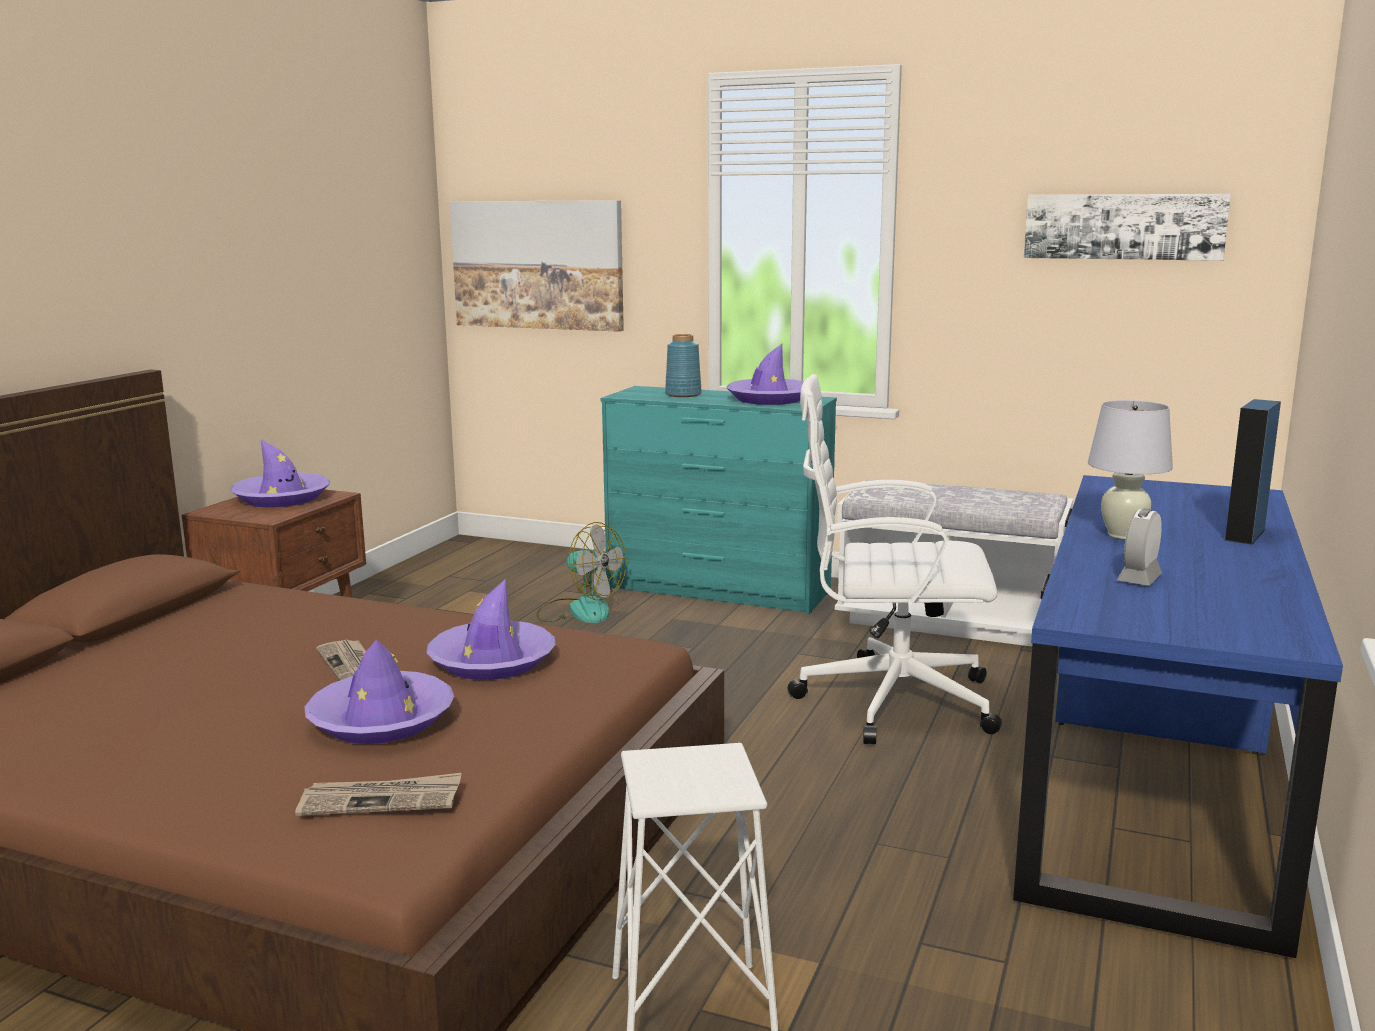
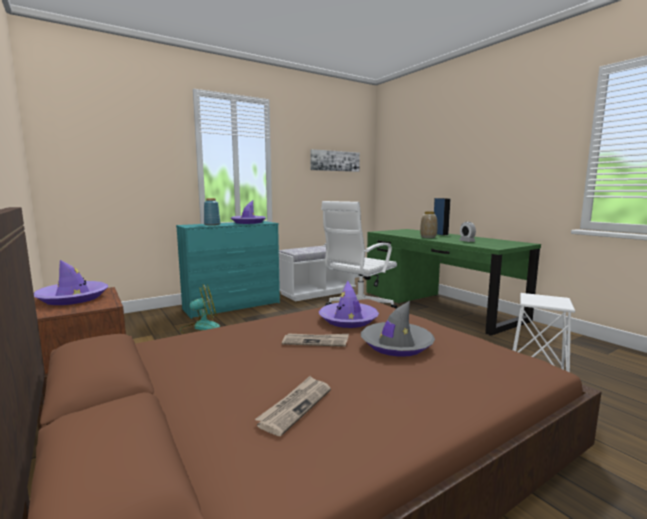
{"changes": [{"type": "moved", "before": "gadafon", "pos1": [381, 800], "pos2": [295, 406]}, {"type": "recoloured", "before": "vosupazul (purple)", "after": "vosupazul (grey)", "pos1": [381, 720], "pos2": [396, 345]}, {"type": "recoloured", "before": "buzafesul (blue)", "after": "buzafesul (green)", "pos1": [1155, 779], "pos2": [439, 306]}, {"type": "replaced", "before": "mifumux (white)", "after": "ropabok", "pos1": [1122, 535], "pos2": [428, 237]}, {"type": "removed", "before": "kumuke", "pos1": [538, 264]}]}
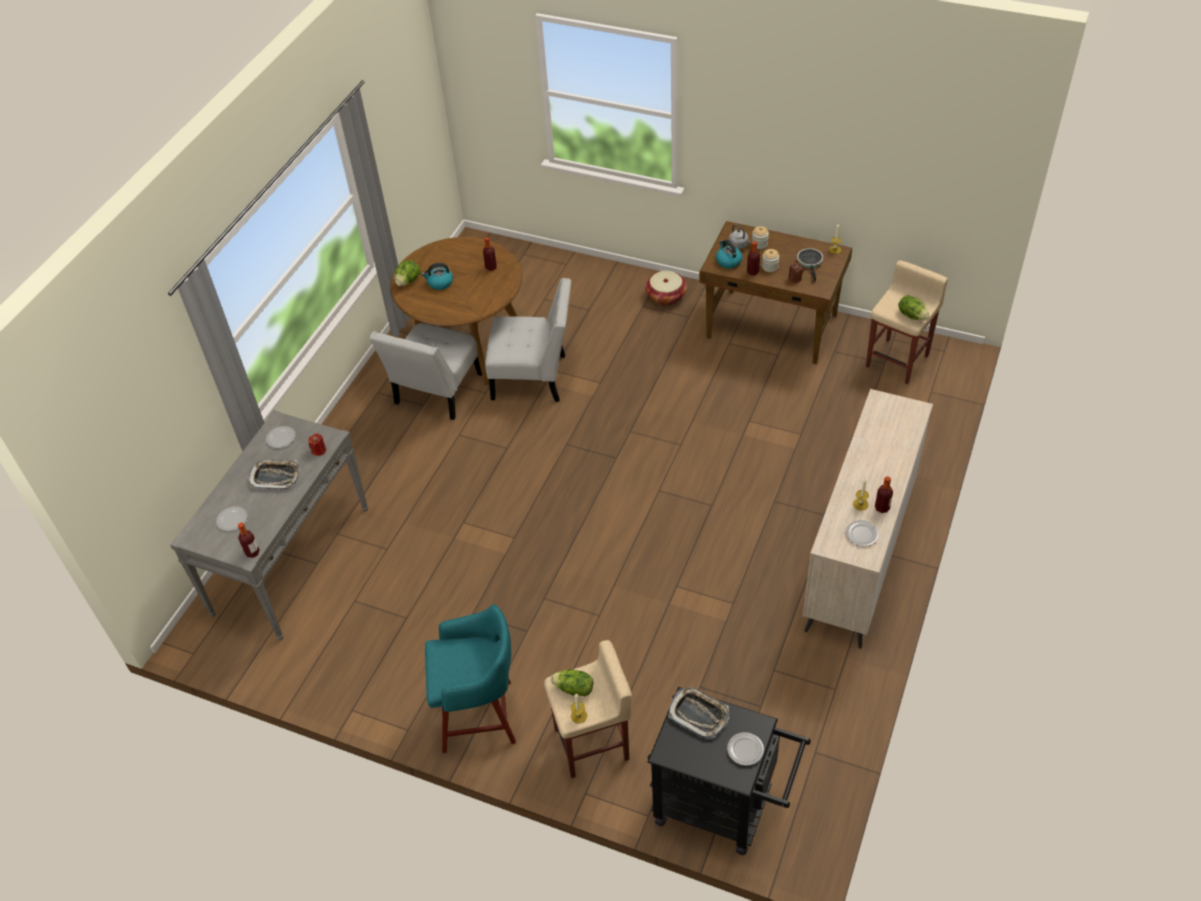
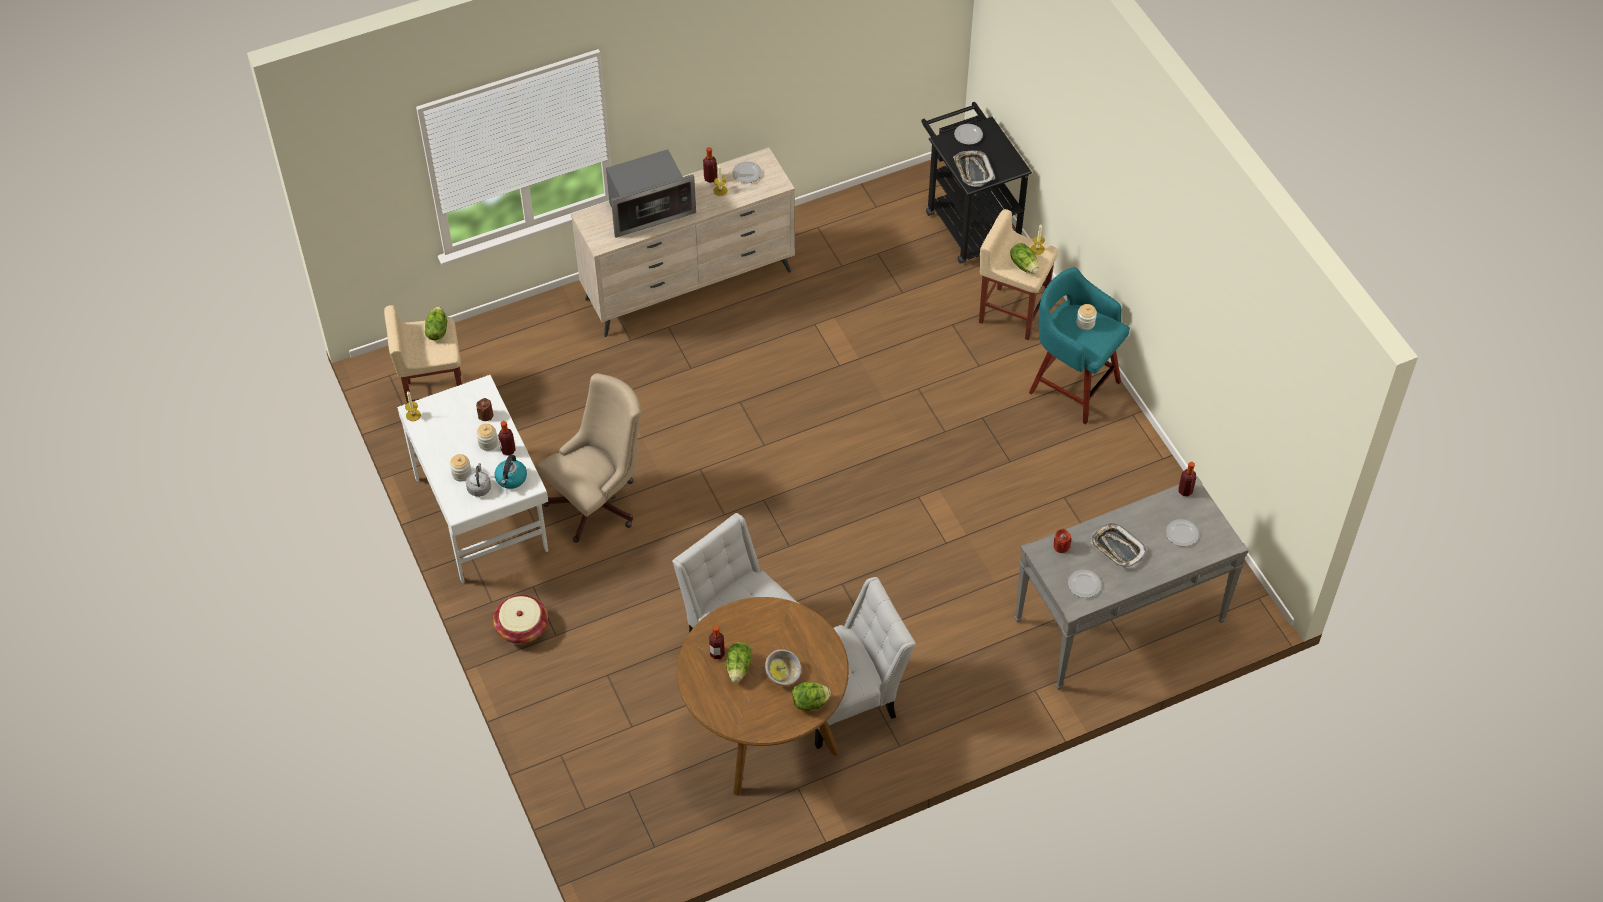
{"changes": [{"type": "recoloured", "before": "buzafesul (brown)", "after": "buzafesul (white)", "pos1": [772, 327], "pos2": [482, 513]}, {"type": "added", "after": "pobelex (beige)", "pos2": [599, 501]}, {"type": "added", "after": "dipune", "pos2": [648, 210]}, {"type": "added", "after": "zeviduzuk", "pos2": [739, 667]}, {"type": "replaced", "before": "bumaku", "after": "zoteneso", "pos1": [440, 283], "pos2": [783, 674]}, {"type": "added", "after": "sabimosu", "pos2": [1085, 323]}, {"type": "removed", "before": "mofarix", "pos1": [810, 263]}]}
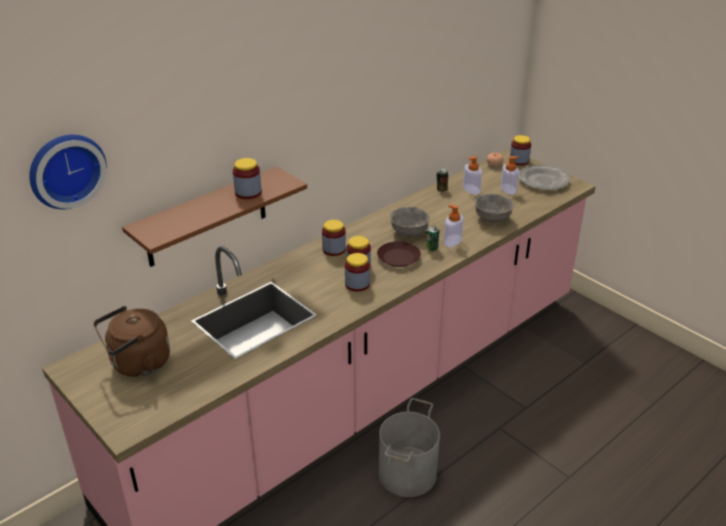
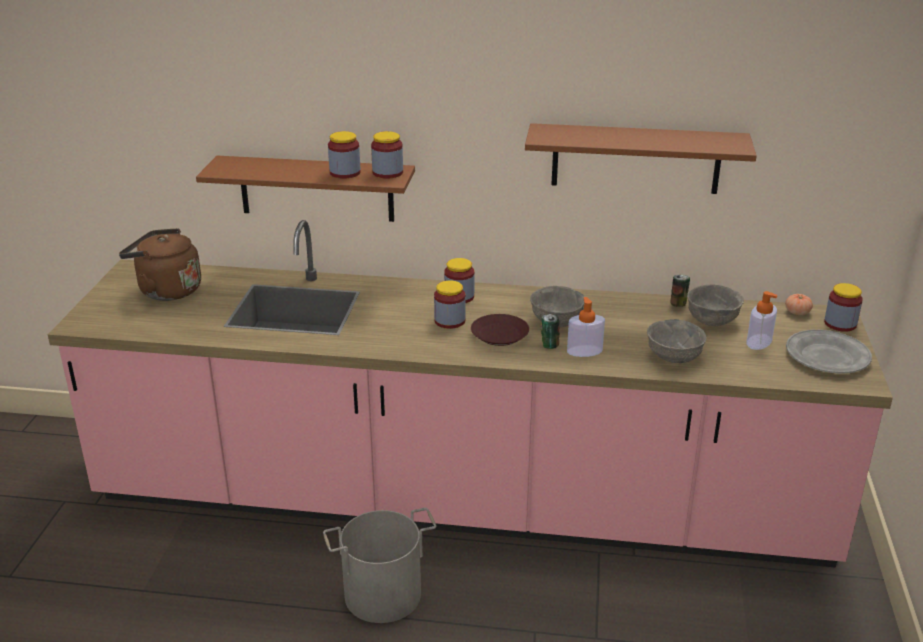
{"changes": [{"type": "moved", "before": "sabimosu", "pos1": [357, 284], "pos2": [387, 173]}, {"type": "added", "after": "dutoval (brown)", "pos2": [635, 158]}, {"type": "replaced", "before": "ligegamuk", "after": "zoteneso (grey)", "pos1": [471, 189], "pos2": [713, 320]}, {"type": "removed", "before": "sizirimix", "pos1": [65, 169]}]}
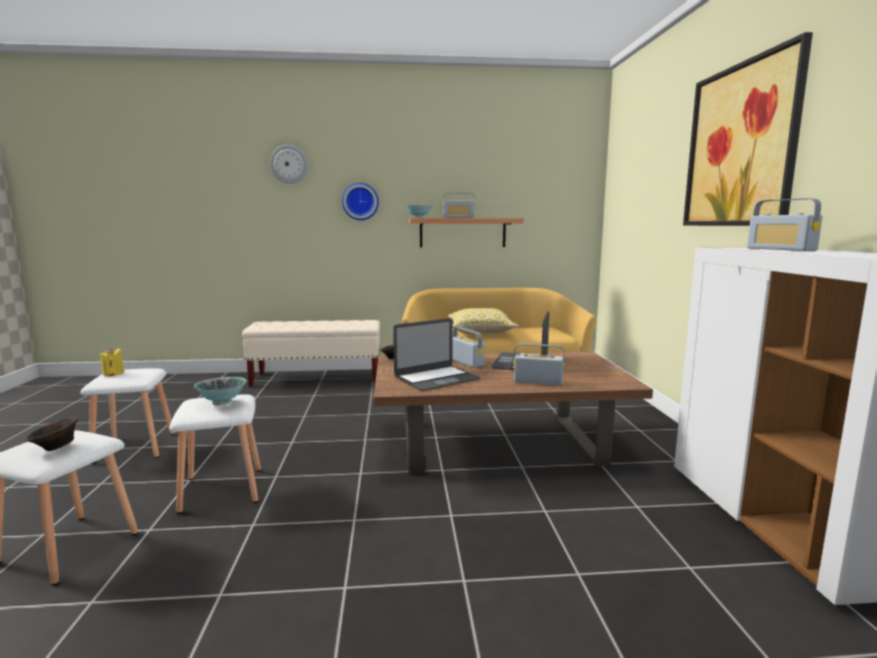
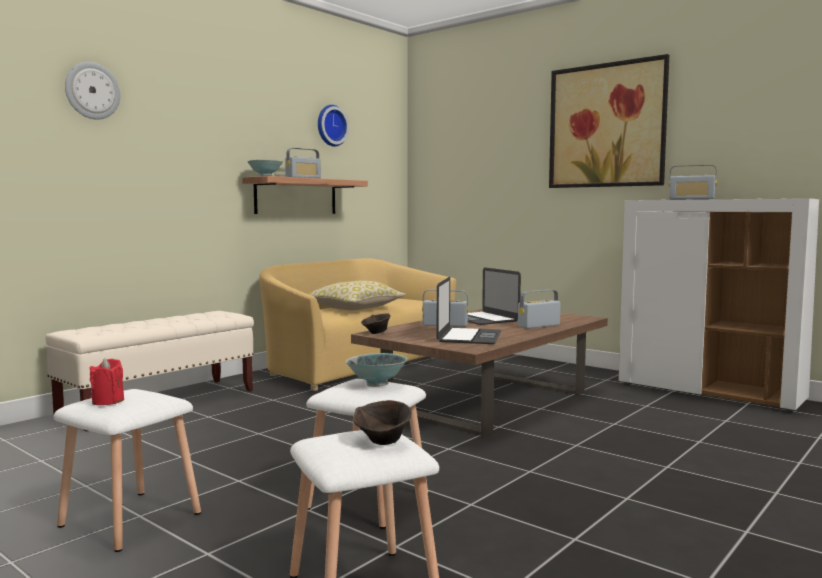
{"changes": [{"type": "recoloured", "before": "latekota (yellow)", "after": "latekota (red)", "pos1": [113, 373], "pos2": [108, 401]}, {"type": "moved", "before": "sizirimix", "pos1": [360, 201], "pos2": [330, 126]}]}
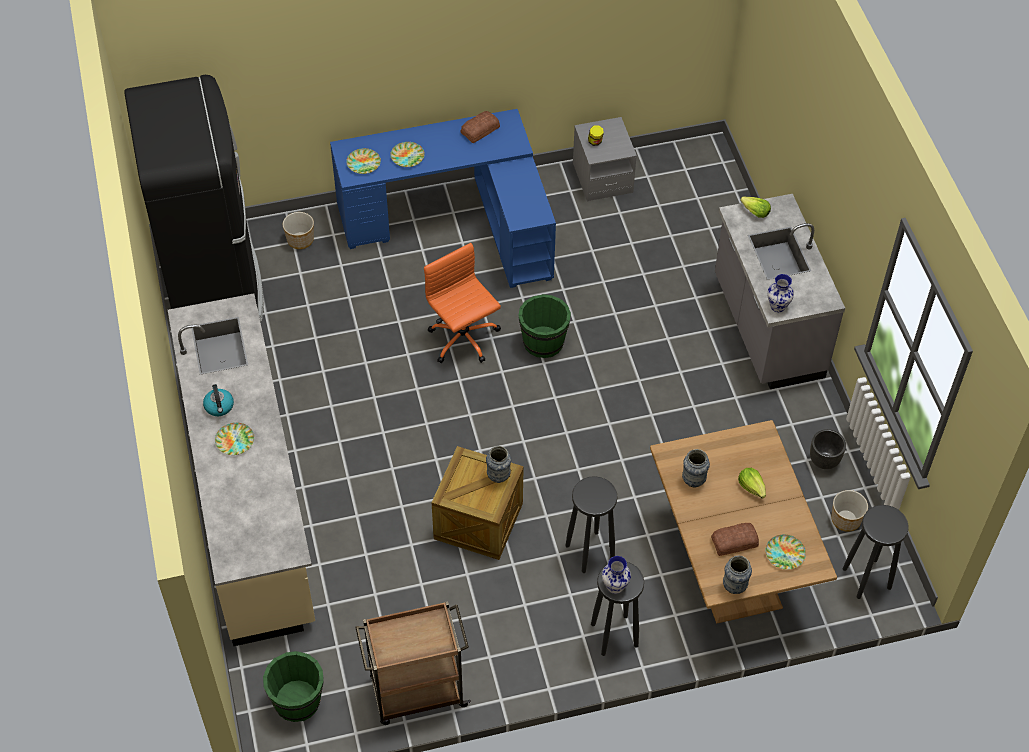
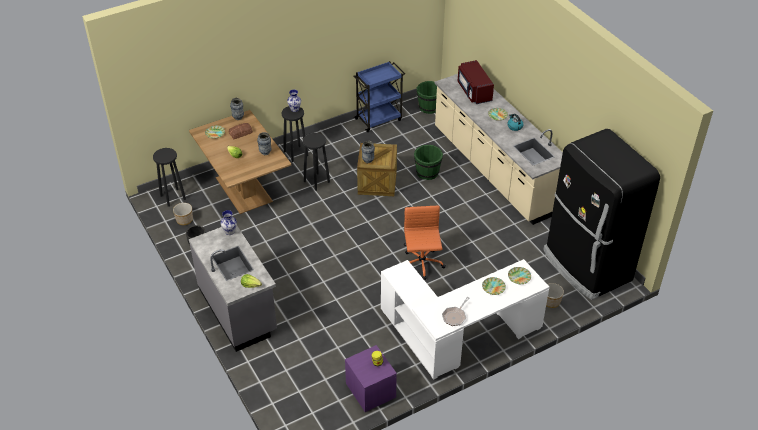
{"changes": [{"type": "recoloured", "before": "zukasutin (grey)", "after": "zukasutin (purple)", "pos1": [602, 178], "pos2": [370, 391]}, {"type": "recoloured", "before": "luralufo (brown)", "after": "luralufo (blue)", "pos1": [416, 692], "pos2": [379, 119]}, {"type": "recoloured", "before": "buzafesul (blue)", "after": "buzafesul (white)", "pos1": [457, 222], "pos2": [458, 335]}, {"type": "turned", "before": "pobelex (orange)", "pos1": [464, 340], "pos2": [421, 265], "turn": -135}, {"type": "moved", "before": "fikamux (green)", "pos1": [543, 342], "pos2": [427, 173]}, {"type": "replaced", "before": "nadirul", "after": "mofarix", "pos1": [479, 130], "pos2": [455, 316]}, {"type": "added", "after": "dipune (red)", "pos2": [474, 91]}]}
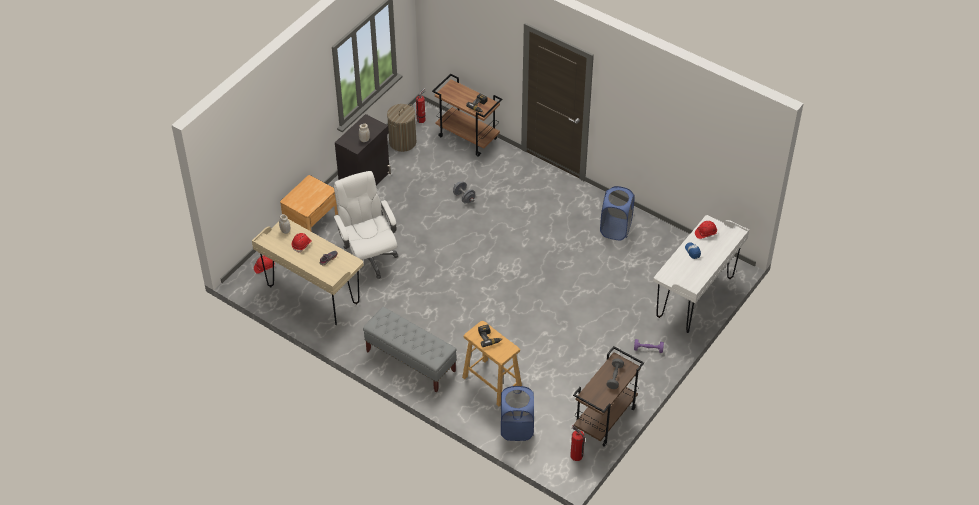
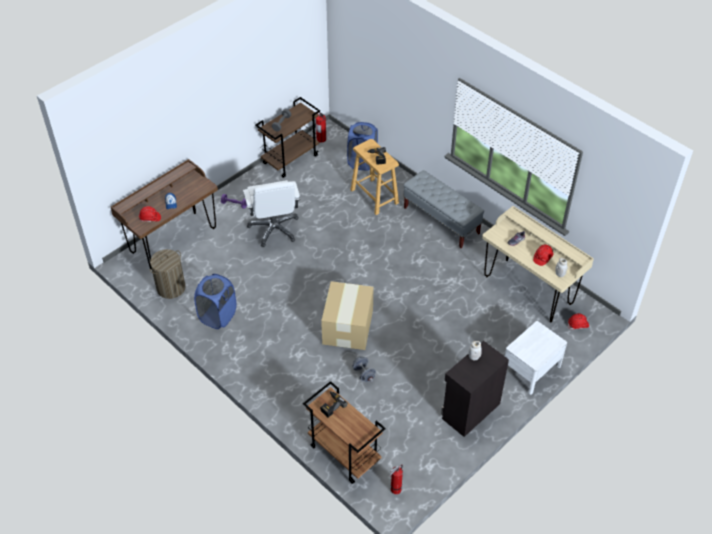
{"changes": [{"type": "recoloured", "before": "buzafesul (white)", "after": "buzafesul (brown)", "pos1": [695, 298], "pos2": [173, 240]}, {"type": "moved", "before": "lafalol", "pos1": [402, 142], "pos2": [171, 288]}, {"type": "moved", "before": "pobelex (white)", "pos1": [368, 257], "pos2": [274, 229]}, {"type": "added", "after": "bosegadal", "pos2": [347, 327]}, {"type": "recoloured", "before": "zukasutin (brown)", "after": "zukasutin (white)", "pos1": [311, 221], "pos2": [531, 369]}]}
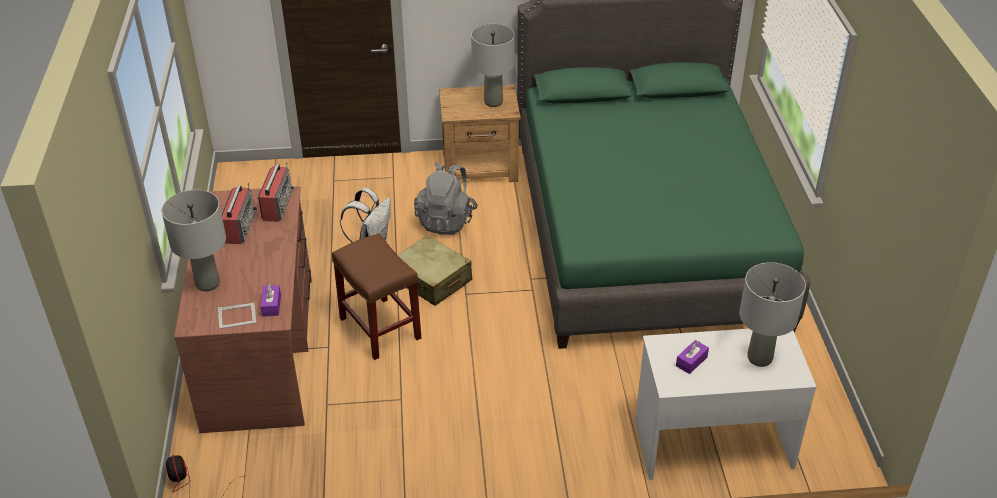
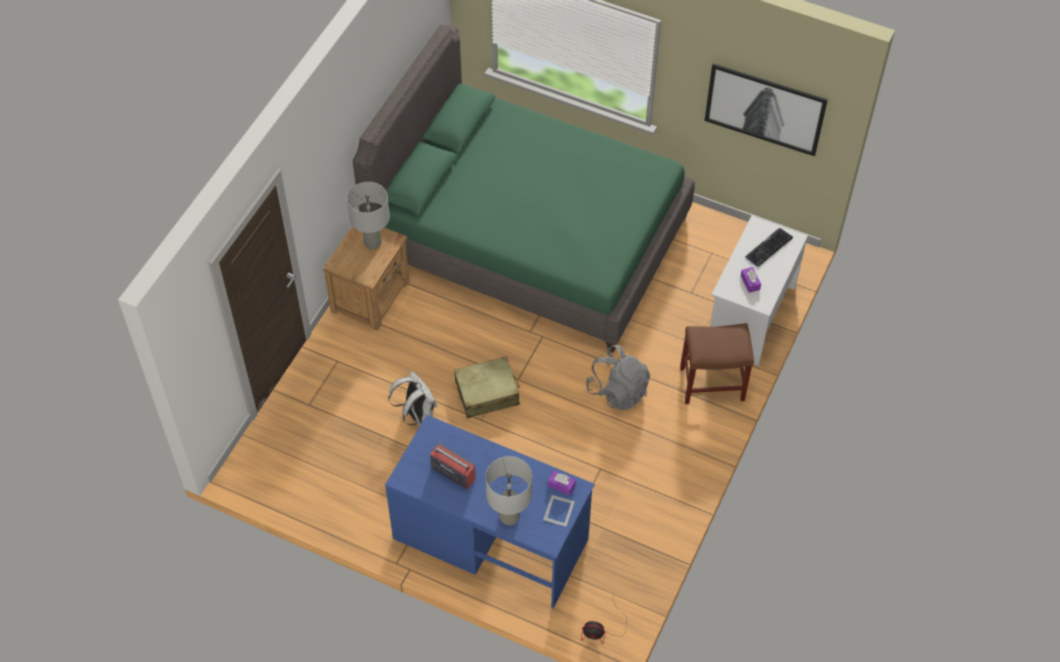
{"changes": [{"type": "recoloured", "before": "buzafesul (brown)", "after": "buzafesul (blue)", "pos1": [260, 351], "pos2": [490, 538]}, {"type": "moved", "before": "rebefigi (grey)", "pos1": [446, 220], "pos2": [618, 391]}, {"type": "moved", "before": "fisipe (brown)", "pos1": [381, 329], "pos2": [713, 383]}, {"type": "added", "after": "kumuke", "pos2": [765, 108]}, {"type": "replaced", "before": "mifumux (grey)", "after": "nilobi", "pos1": [759, 358], "pos2": [768, 248]}, {"type": "removed", "before": "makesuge", "pos1": [277, 205]}]}
